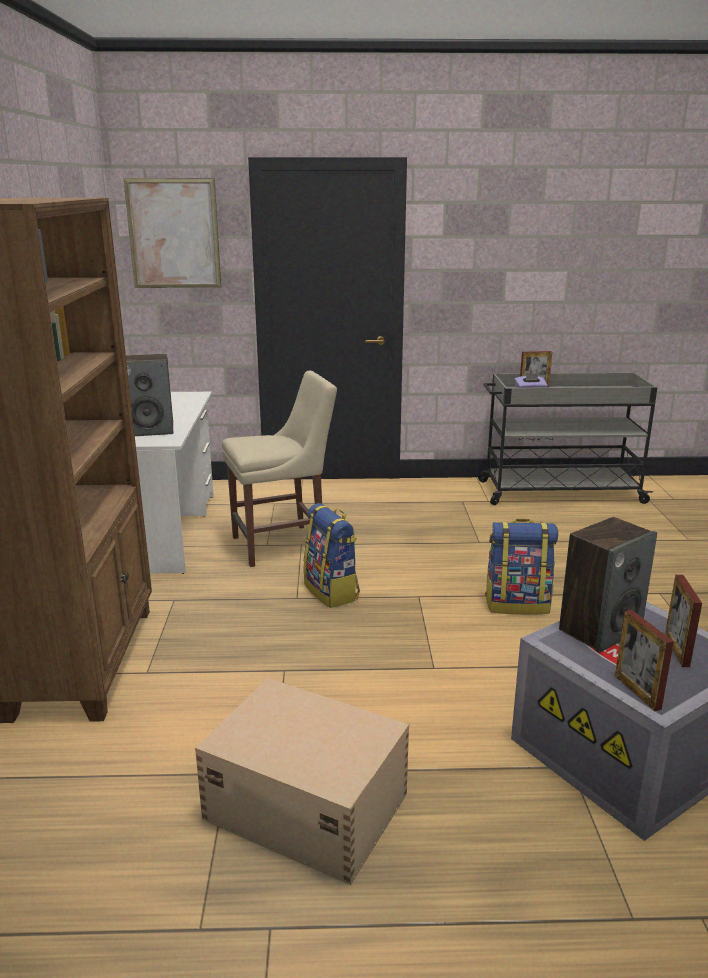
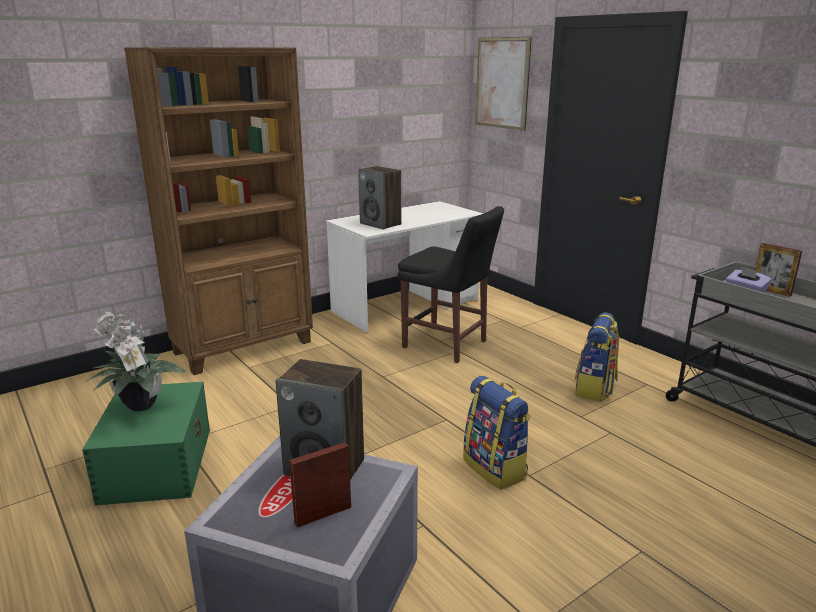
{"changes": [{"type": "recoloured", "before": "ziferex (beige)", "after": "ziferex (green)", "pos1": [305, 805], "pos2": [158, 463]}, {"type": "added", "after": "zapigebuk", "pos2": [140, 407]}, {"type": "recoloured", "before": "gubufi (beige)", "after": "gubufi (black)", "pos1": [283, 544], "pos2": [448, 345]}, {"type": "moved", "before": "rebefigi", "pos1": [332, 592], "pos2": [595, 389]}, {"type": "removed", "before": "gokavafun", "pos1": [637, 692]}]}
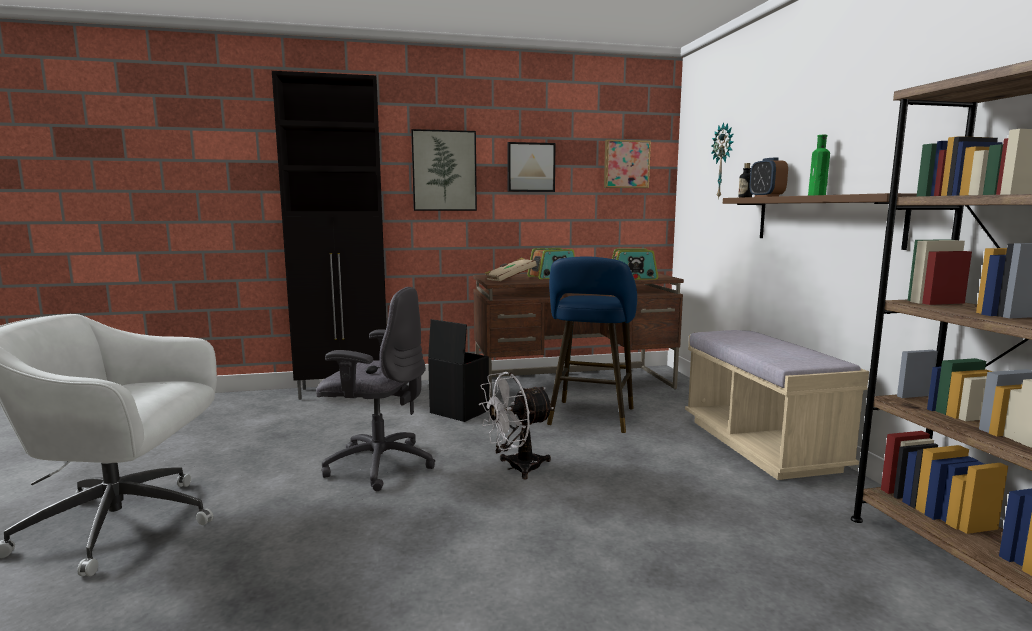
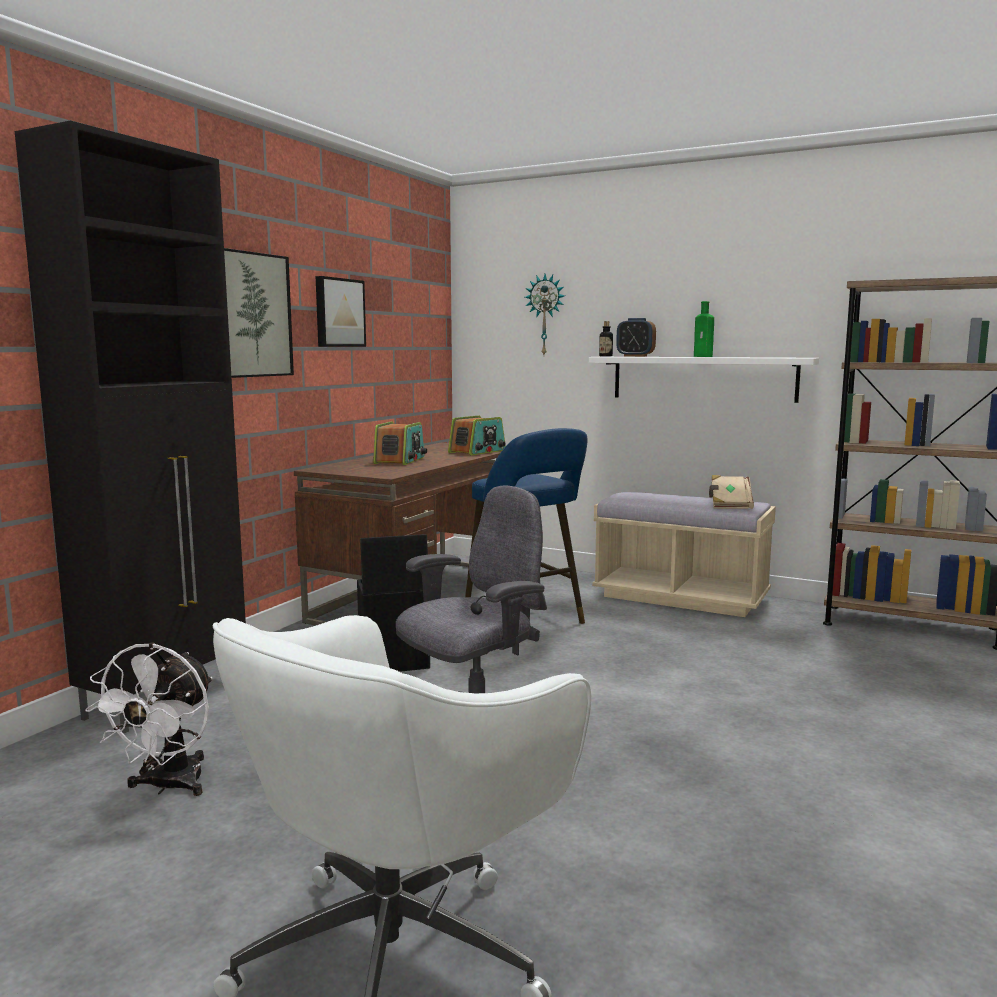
{"changes": [{"type": "moved", "before": "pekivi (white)", "pos1": [516, 468], "pos2": [168, 786]}, {"type": "recoloured", "before": "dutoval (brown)", "after": "dutoval (white)", "pos1": [824, 219], "pos2": [703, 378]}, {"type": "moved", "before": "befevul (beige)", "pos1": [510, 279], "pos2": [729, 504]}, {"type": "removed", "before": "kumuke", "pos1": [626, 164]}]}
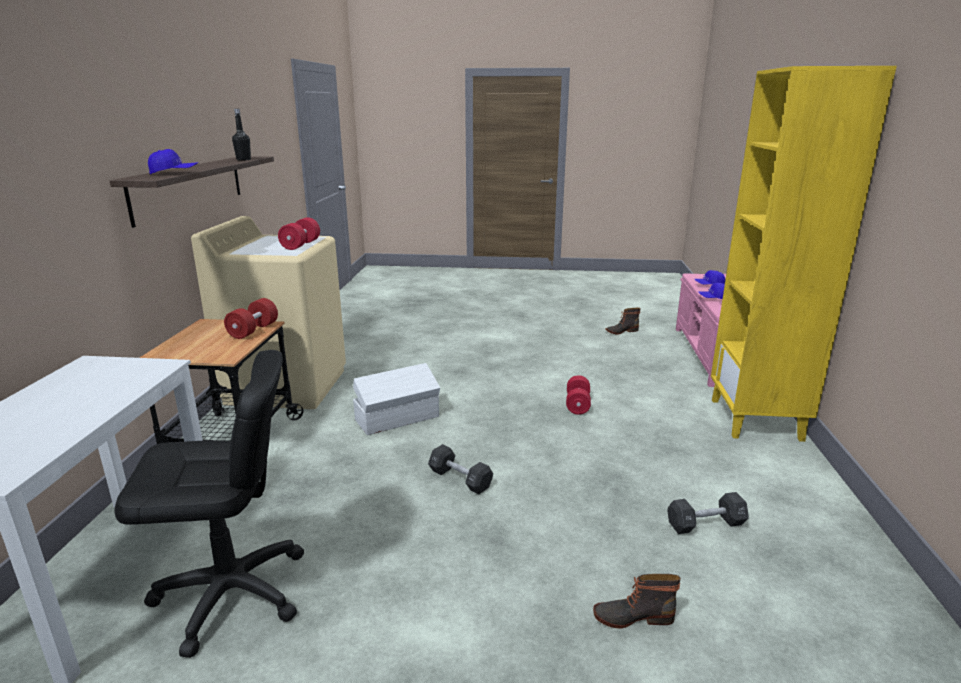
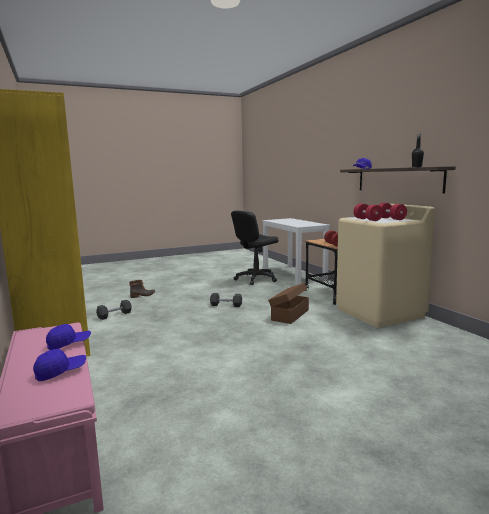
{"changes": [{"type": "recoloured", "before": "ziferex (white)", "after": "ziferex (brown)", "pos1": [398, 418], "pos2": [289, 315]}, {"type": "moved", "before": "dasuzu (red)", "pos1": [577, 405], "pos2": [390, 218]}, {"type": "removed", "before": "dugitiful", "pos1": [621, 331]}]}
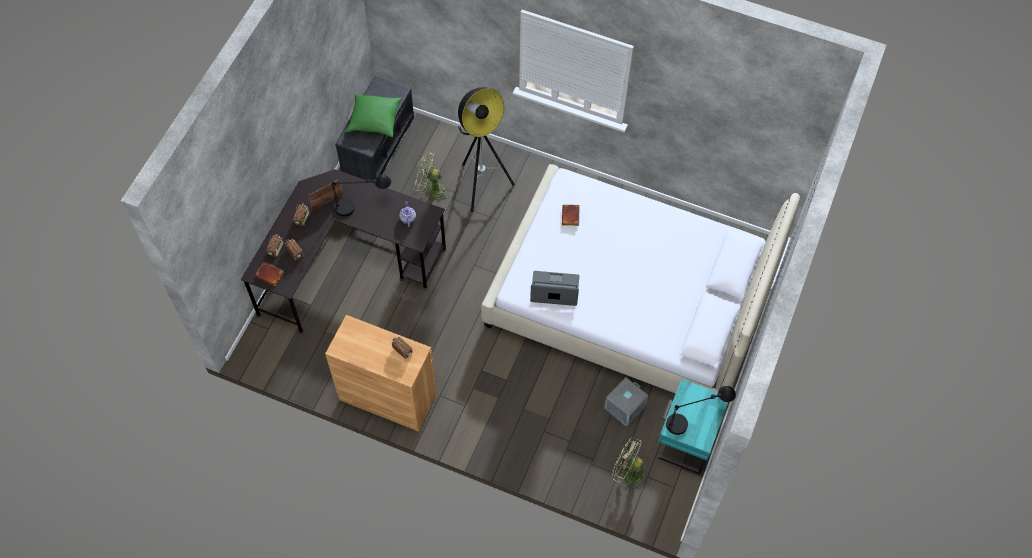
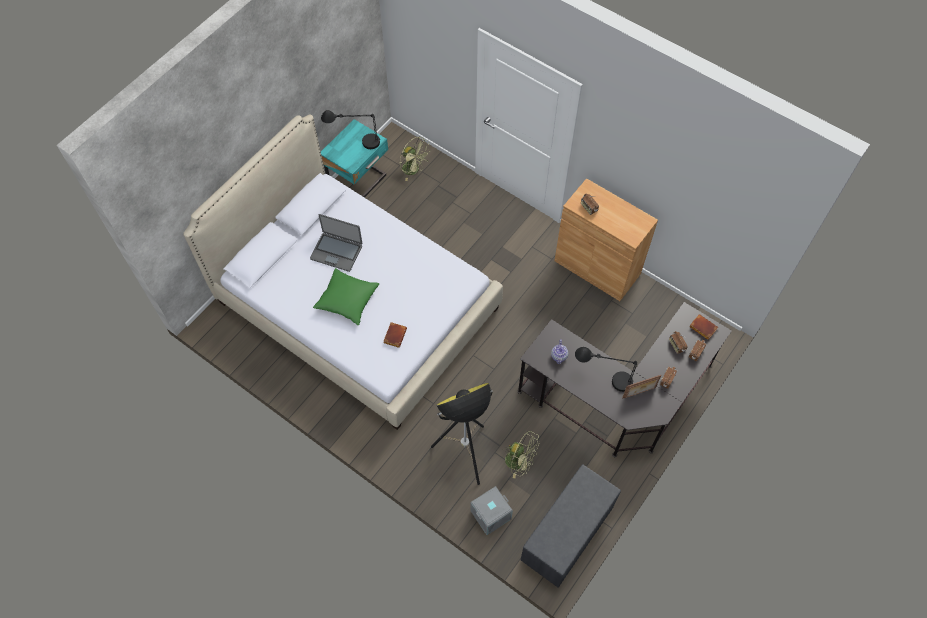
{"changes": [{"type": "moved", "before": "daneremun", "pos1": [554, 290], "pos2": [336, 252]}, {"type": "moved", "before": "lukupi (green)", "pos1": [374, 120], "pos2": [347, 300]}, {"type": "moved", "before": "ziferex (grey)", "pos1": [625, 408], "pos2": [490, 514]}]}
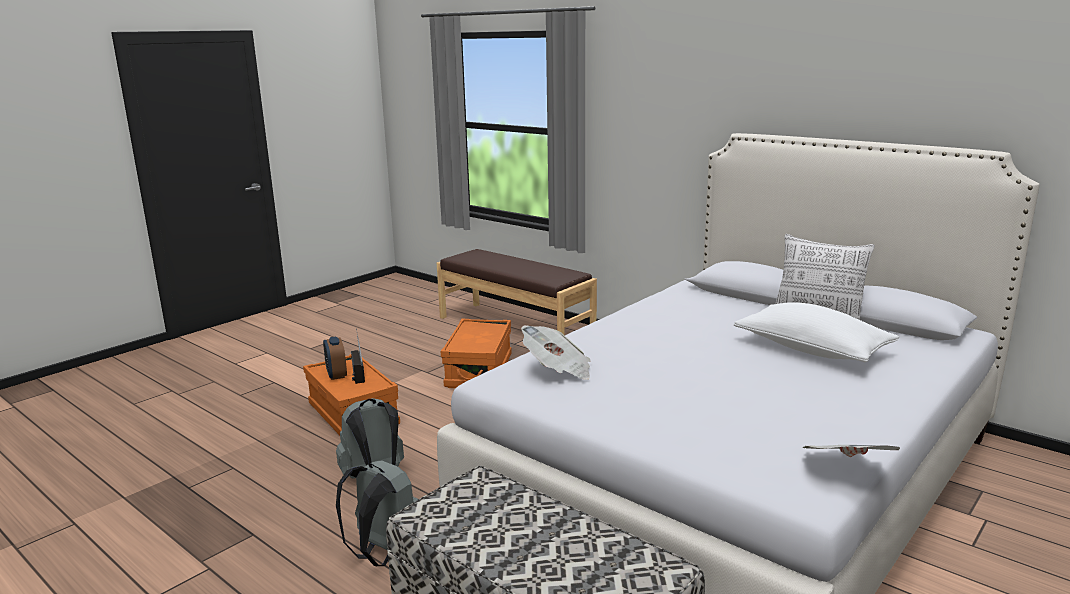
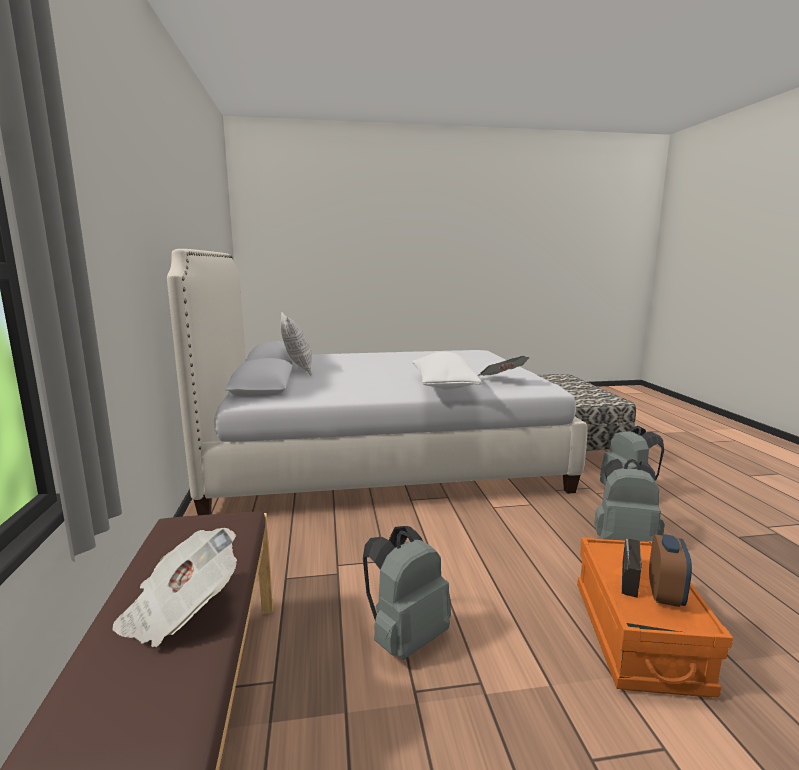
{"changes": [{"type": "moved", "before": "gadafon", "pos1": [846, 470], "pos2": [180, 611]}, {"type": "replaced", "before": "ziferex (orange)", "after": "rebefigi (grey)", "pos1": [479, 371], "pos2": [405, 637]}, {"type": "moved", "before": "lukupi (white)", "pos1": [812, 350], "pos2": [443, 386]}]}
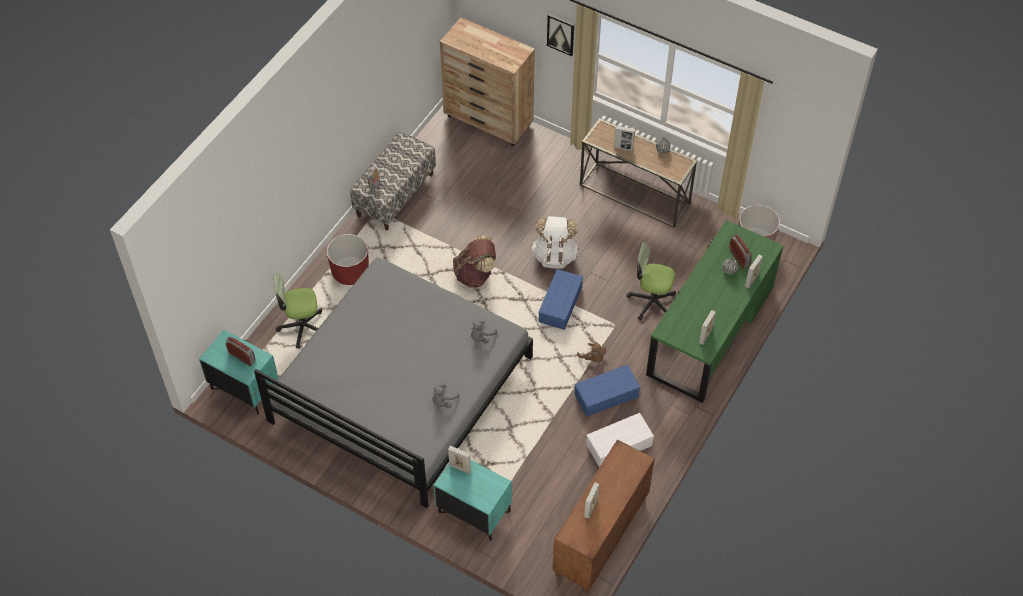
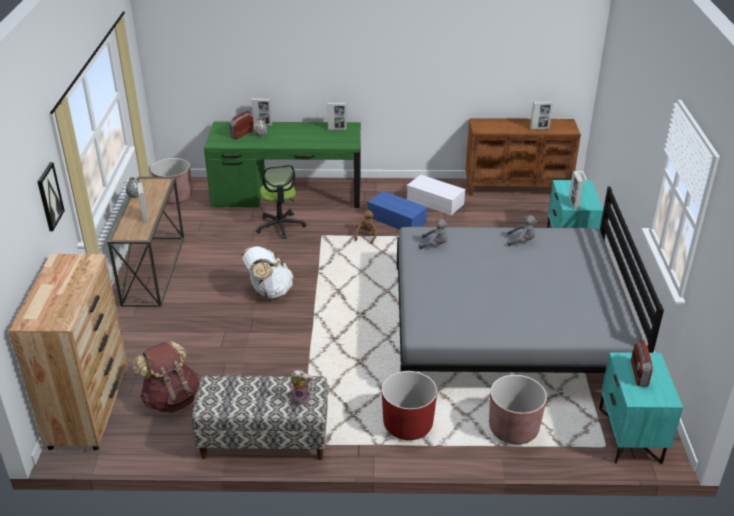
{"changes": [{"type": "moved", "before": "rebefigi (brown)", "pos1": [475, 275], "pos2": [171, 399]}, {"type": "replaced", "before": "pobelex", "after": "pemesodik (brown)", "pos1": [302, 327], "pos2": [513, 429]}, {"type": "removed", "before": "ziferex (blue)", "pos1": [560, 304]}]}
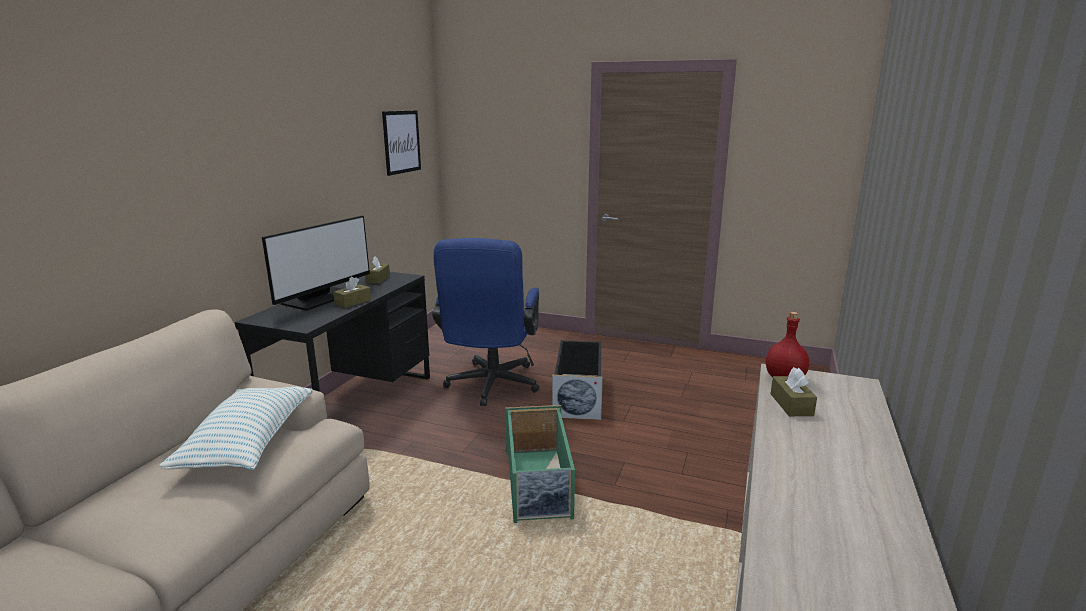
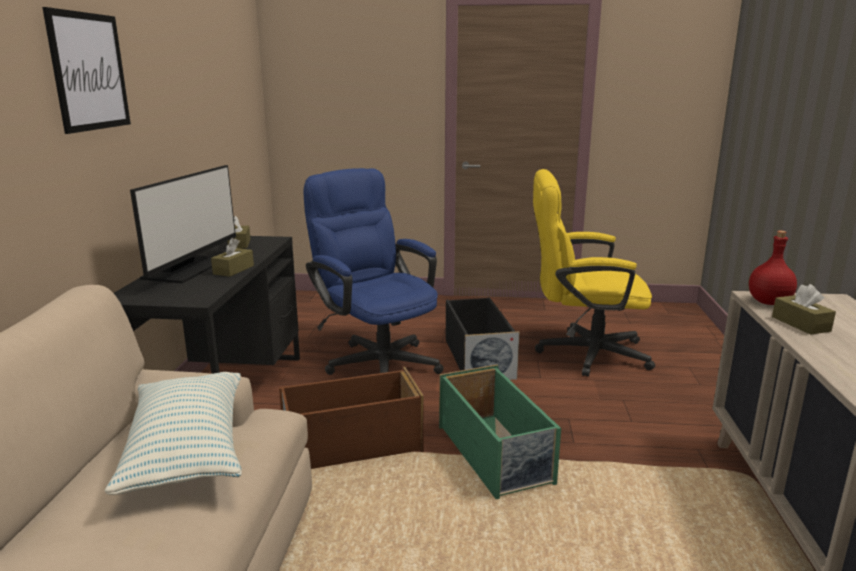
{"changes": [{"type": "moved", "before": "kumuke", "pos1": [401, 142], "pos2": [89, 72]}, {"type": "added", "after": "ziferex (brown)", "pos2": [351, 445]}, {"type": "turned", "before": "pobelex (blue)", "pos1": [491, 387], "pos2": [377, 360], "turn": 150}, {"type": "added", "after": "pobelex (yellow)", "pos2": [582, 353]}]}
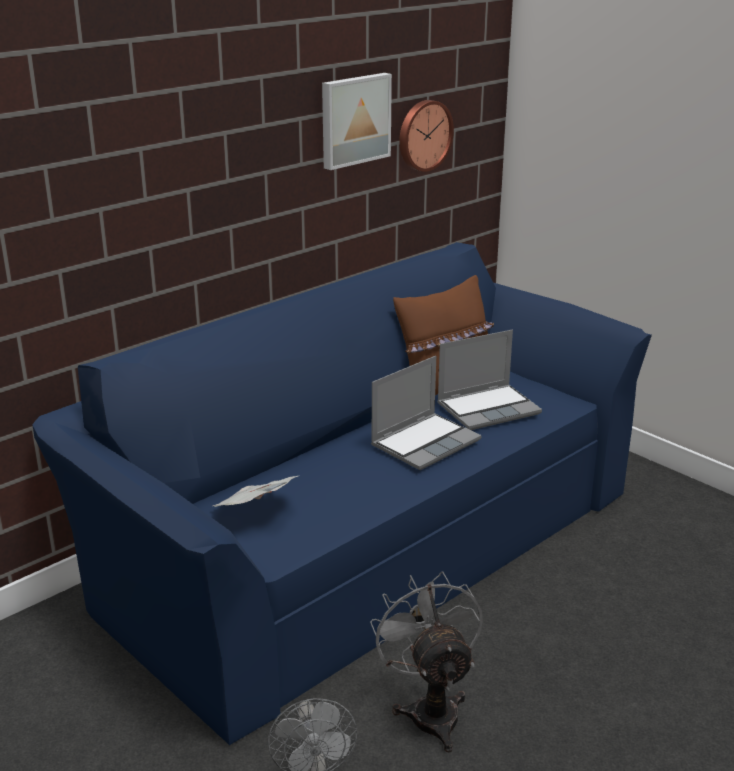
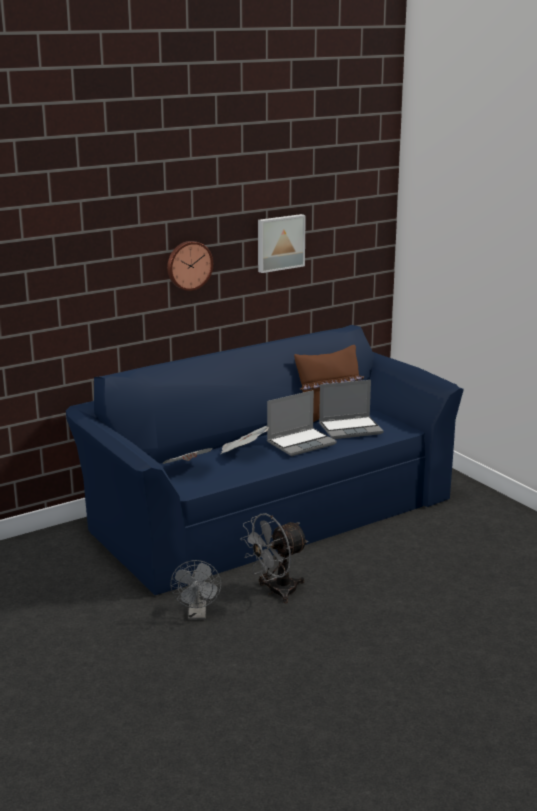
{"changes": [{"type": "moved", "before": "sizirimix", "pos1": [423, 135], "pos2": [189, 265]}, {"type": "added", "after": "gadafon", "pos2": [243, 452]}, {"type": "turned", "before": "pekivi (grey)", "pos1": [430, 709], "pos2": [276, 592], "turn": -120}]}
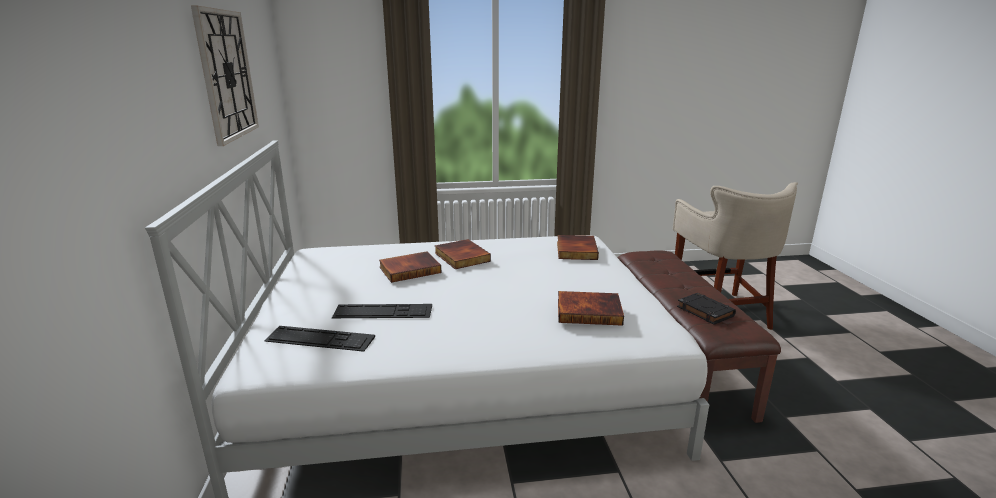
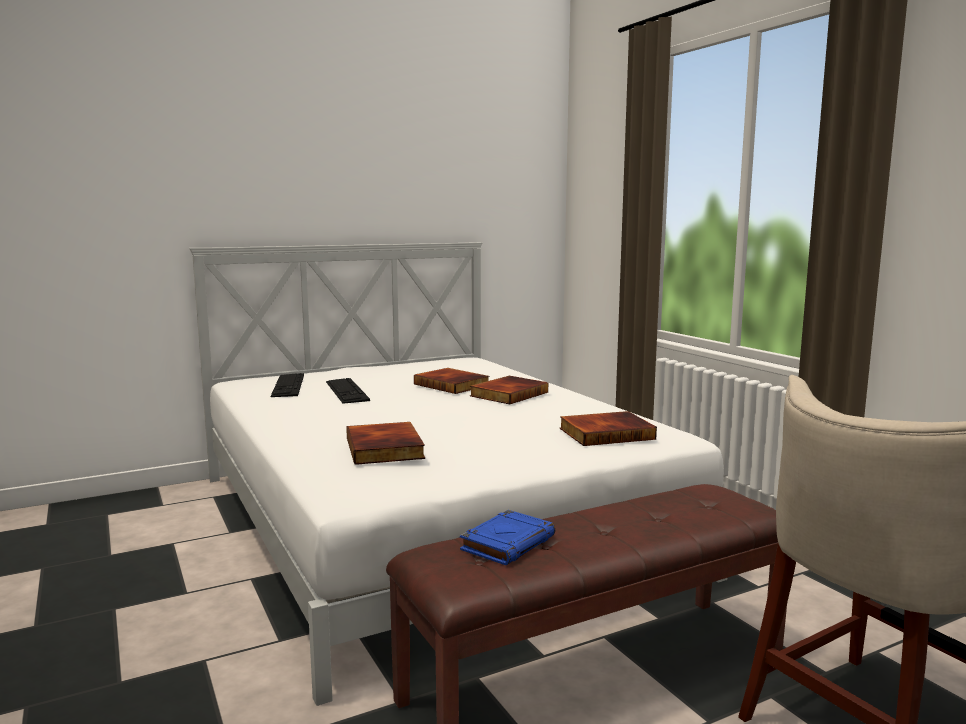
{"changes": [{"type": "recoloured", "before": "befevul (black)", "after": "befevul (blue)", "pos1": [704, 311], "pos2": [508, 543]}, {"type": "removed", "before": "sizirimix", "pos1": [226, 75]}]}
